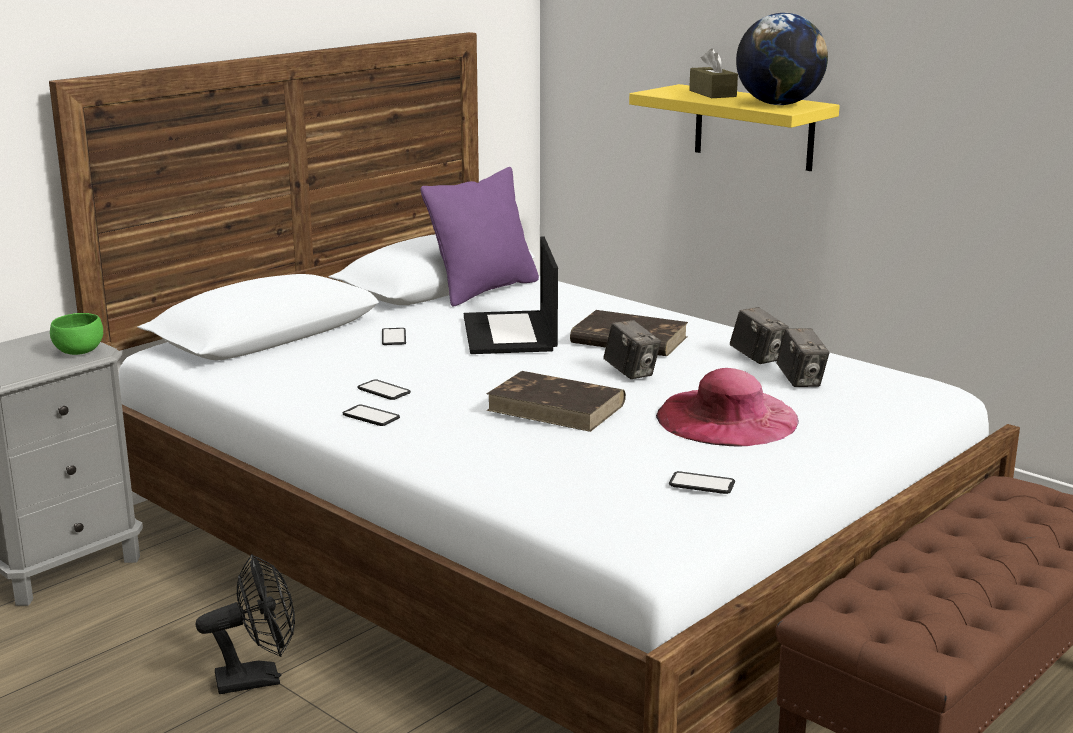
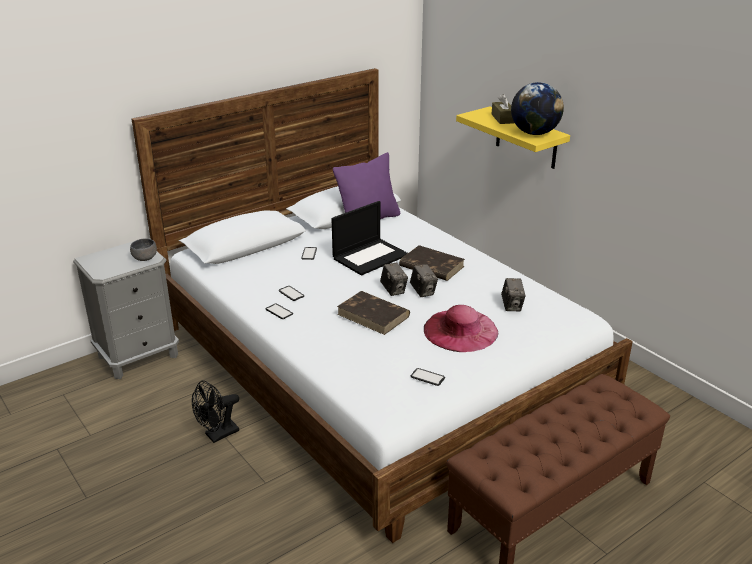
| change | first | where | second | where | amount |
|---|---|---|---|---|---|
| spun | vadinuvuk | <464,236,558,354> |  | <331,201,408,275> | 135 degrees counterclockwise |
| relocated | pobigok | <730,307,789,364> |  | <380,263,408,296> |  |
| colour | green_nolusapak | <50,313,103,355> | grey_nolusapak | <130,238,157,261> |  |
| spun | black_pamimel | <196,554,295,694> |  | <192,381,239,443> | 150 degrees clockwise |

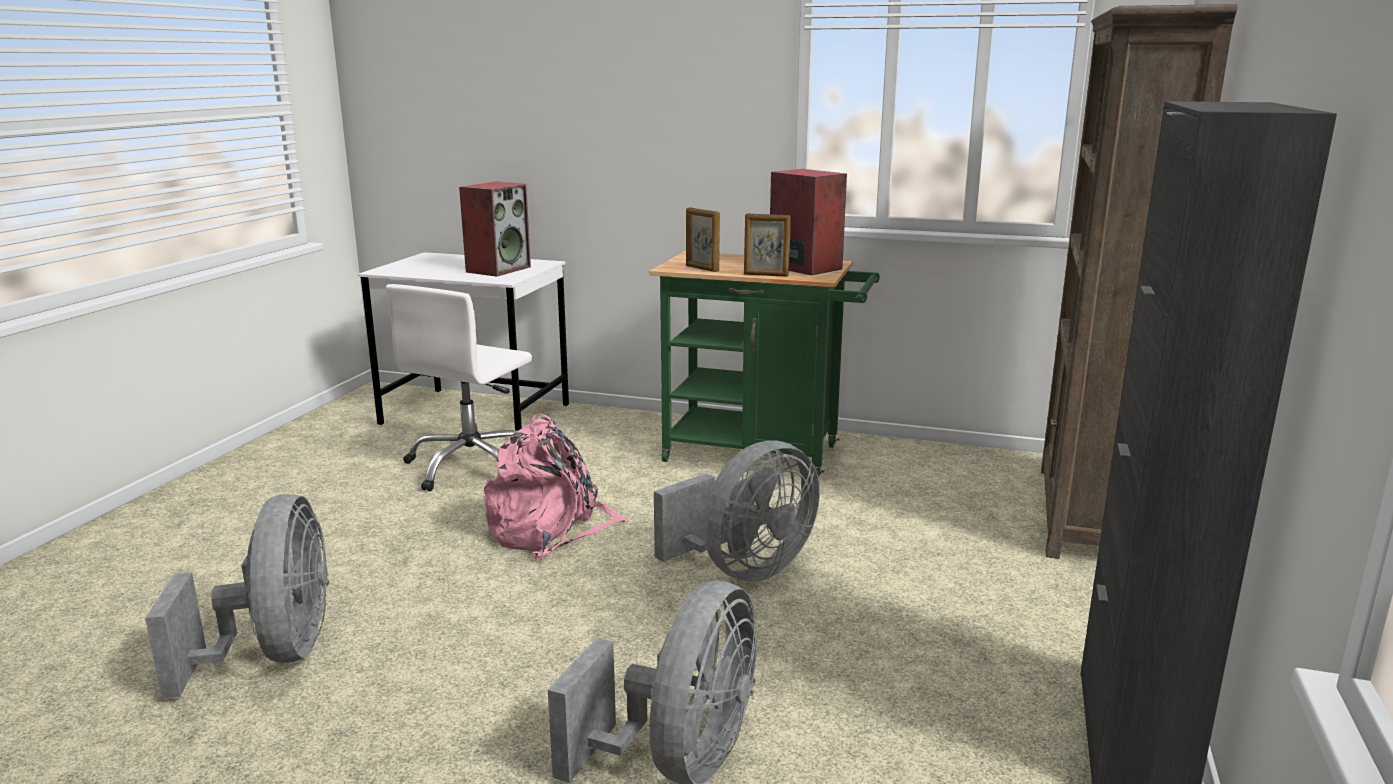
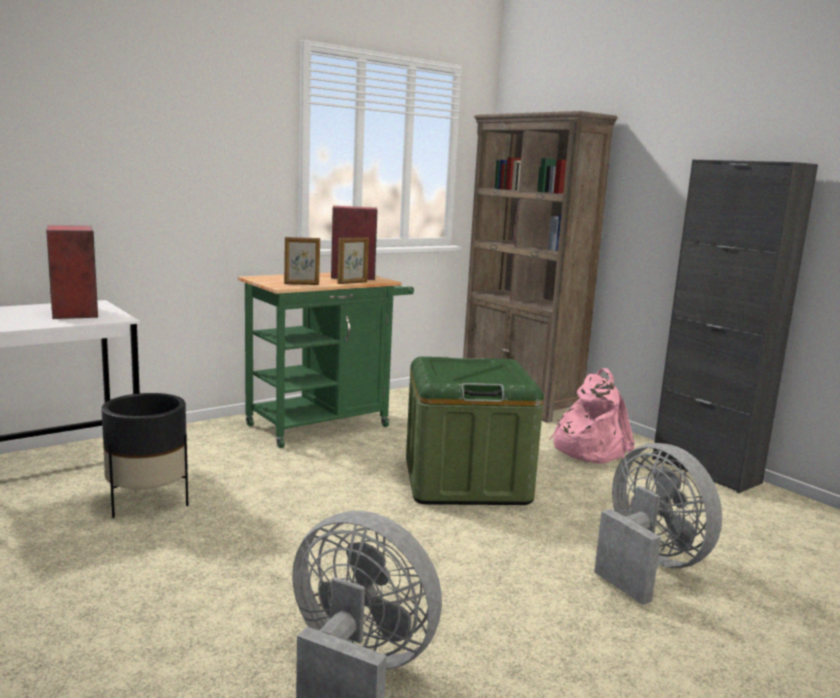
| change | first | where | second | where | amount |
|---|---|---|---|---|---|
| exchanged | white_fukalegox | <386,284,532,491> | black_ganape | <101,393,188,518> |  |
| relocated | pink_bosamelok | <484,413,628,560> |  | <549,368,635,464> |  |
| exchanged | grey_pamimel | <654,441,820,582> | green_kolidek | <406,357,544,505> |  |

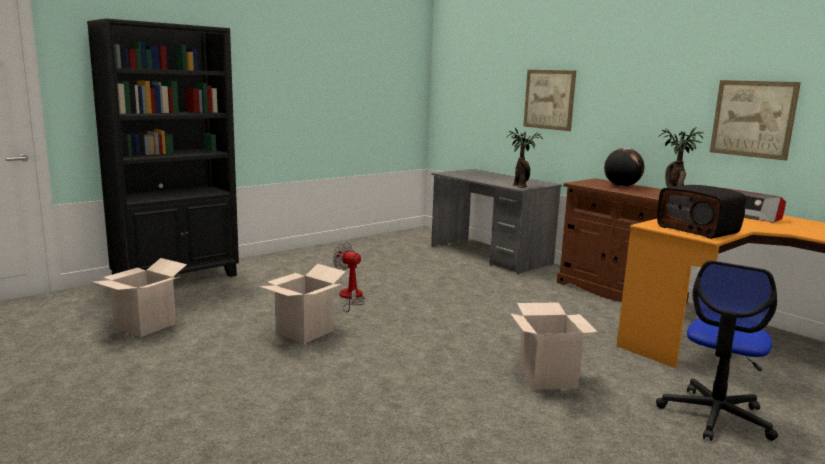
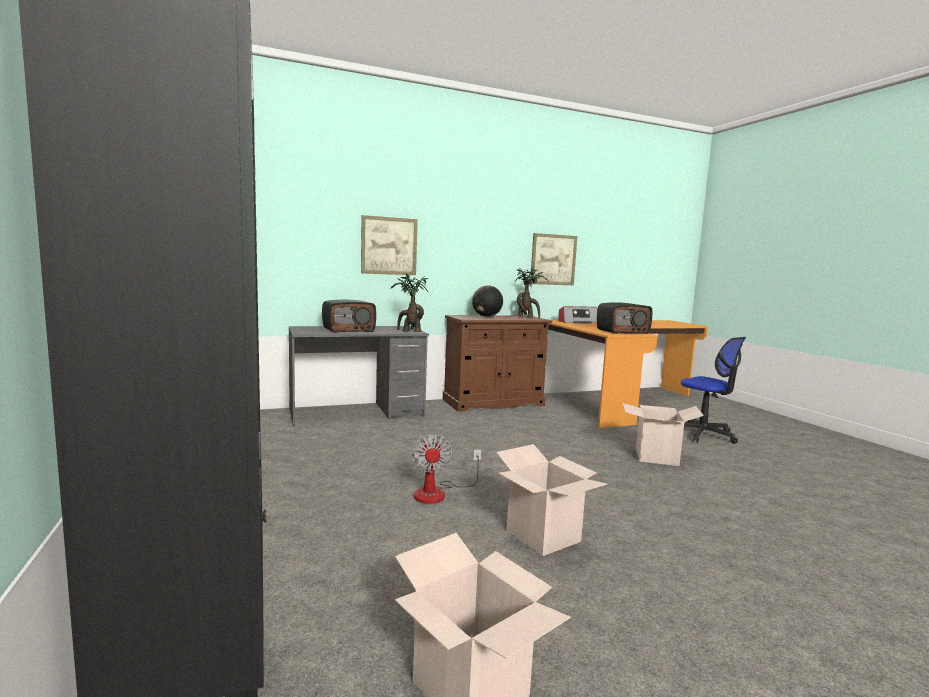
| change | first | where | second | where | amount |
|---|---|---|---|---|---|
| spun | pamimel | <333,242,365,312> |  | <412,434,481,504> | 60 degrees counterclockwise |
| appeared |  |  | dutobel | <322,300,376,333> |  |

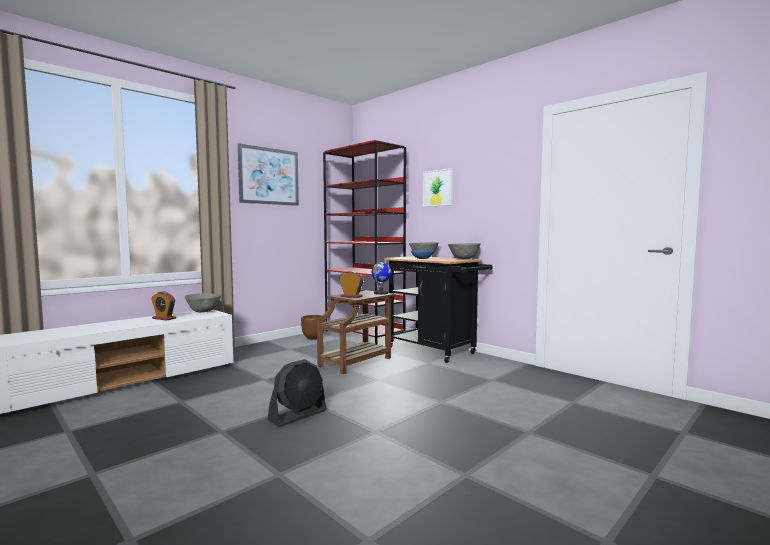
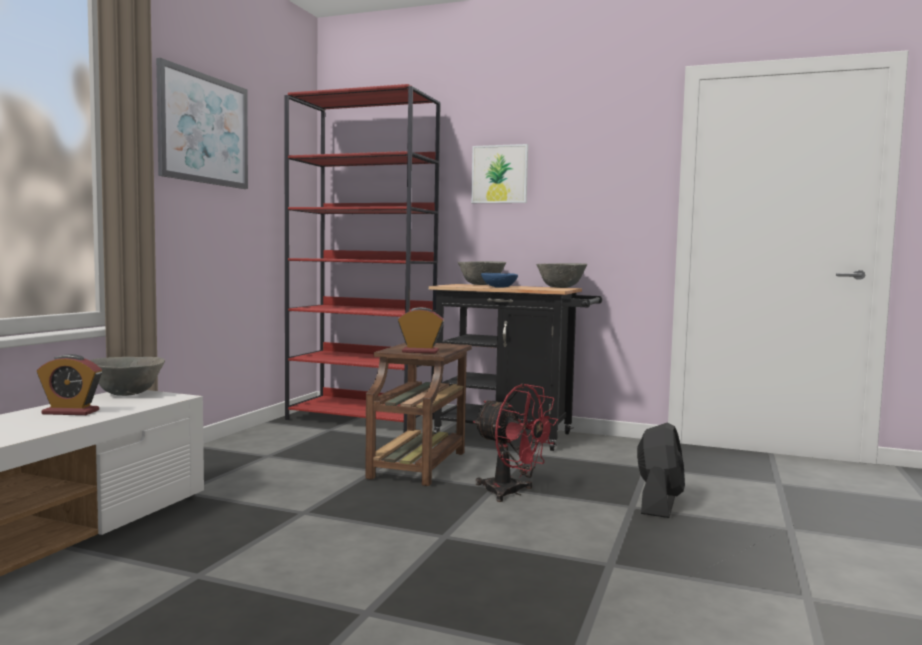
| change | first | where | second | where | amount |
|---|---|---|---|---|---|
| missing | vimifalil | <372,260,391,295> |  |  |  |
| missing | brown_ganape | <301,315,325,340> |  |  |  |
| relocated | black_pamimel | <268,359,327,427> |  | <637,423,685,518> |  |
| appeared |  |  | red_pamimel | <473,384,558,502> |  |

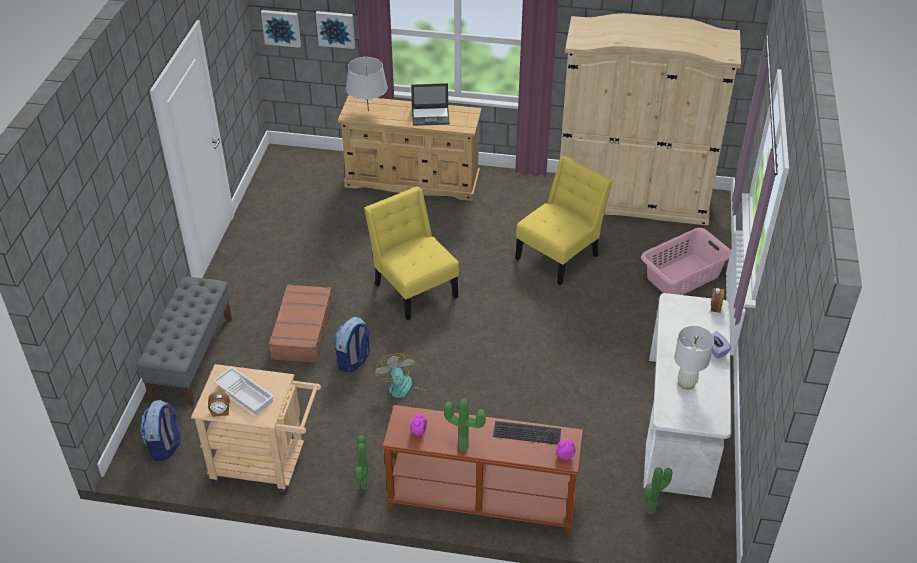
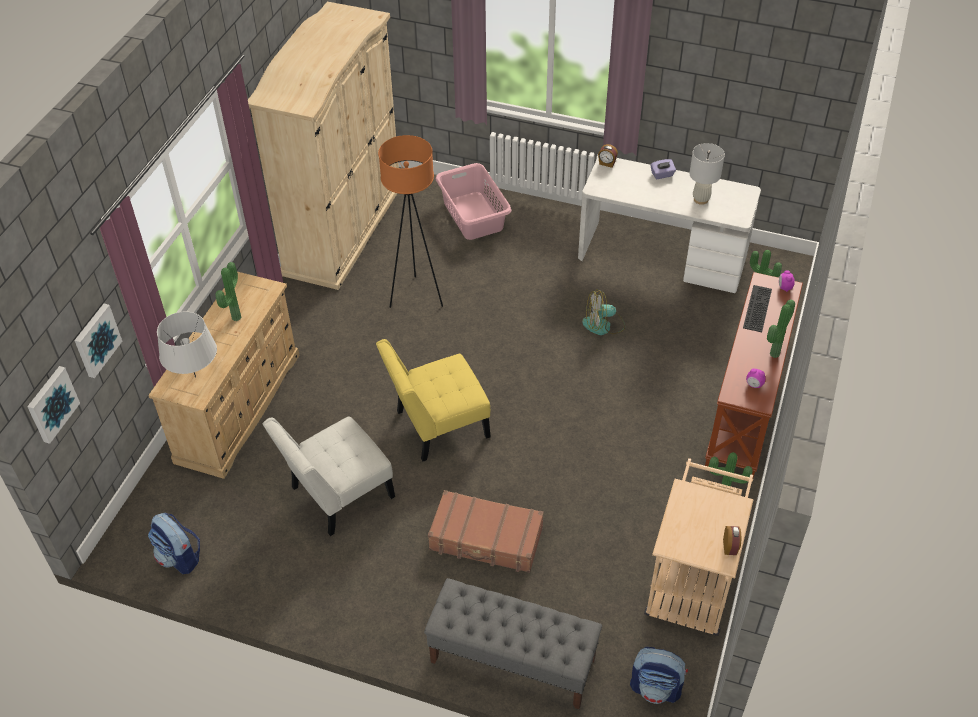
| change | first | where | second | where | amount |
|---|---|---|---|---|---|
| exchanged | vadinuvuk | <411,83,450,126> | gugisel | <215,262,241,321> |  |
| exchanged | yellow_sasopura | <515,156,613,285> | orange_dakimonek | <378,135,443,308> |  |
| relocated | bosamelok | <334,317,370,373> |  | <148,513,200,574> |  |
| relocated | pamimel | <375,353,428,407> |  | <582,289,625,335> |  |
| missing | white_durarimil | <213,366,274,415> |  |  |  |
| appeared |  |  | white_sasopura | <263,416,395,536> |  |

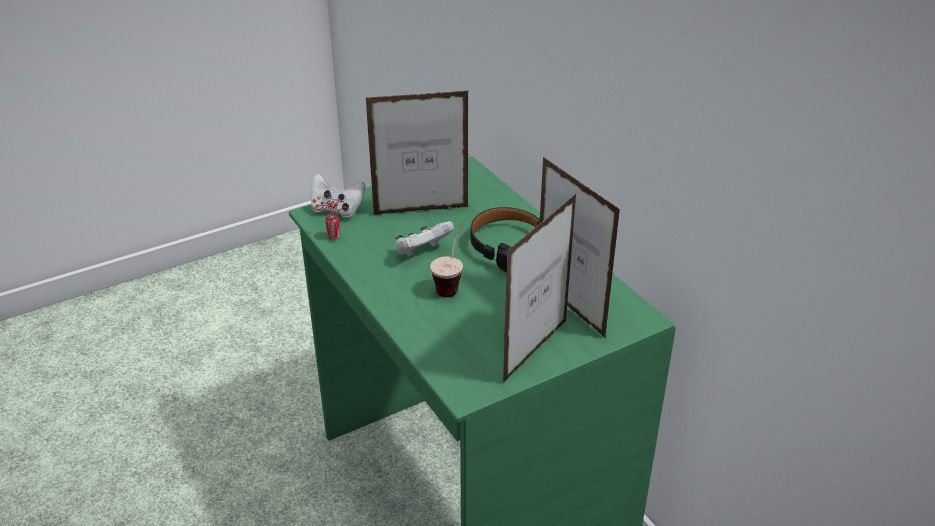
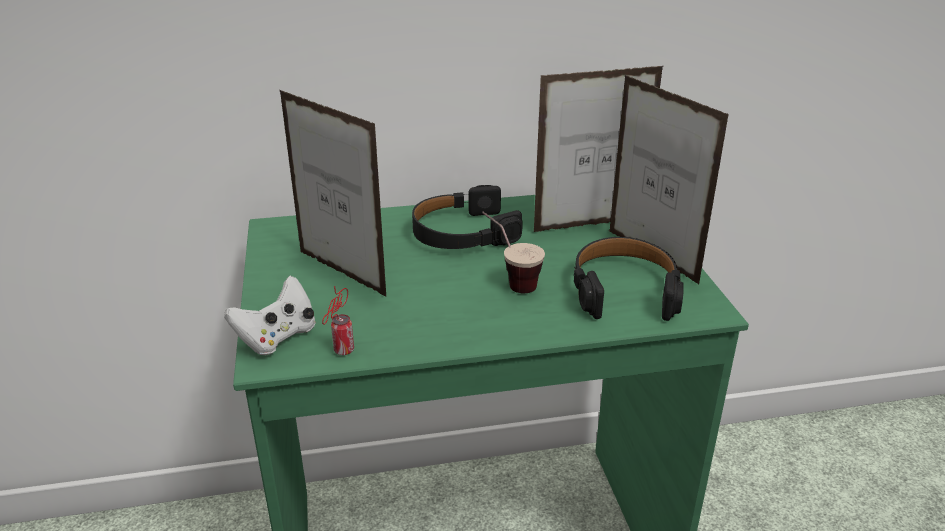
| change | first | where | second | where | amount |
|---|---|---|---|---|---|
| spun | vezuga | <366,90,469,215> |  | <280,90,386,296> | 60 degrees counterclockwise |
| missing | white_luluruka | <395,221,454,257> |  |  |  |
| appeared |  |  | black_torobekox | <574,237,684,321> |  |

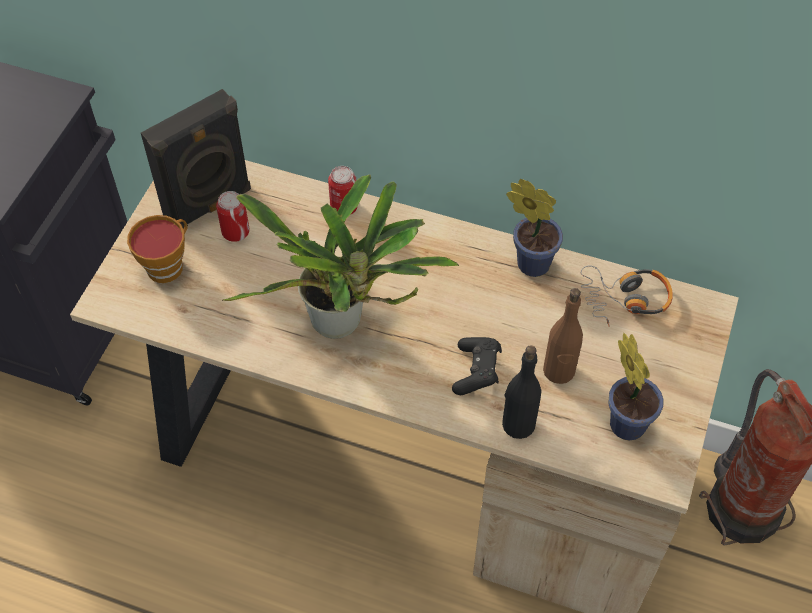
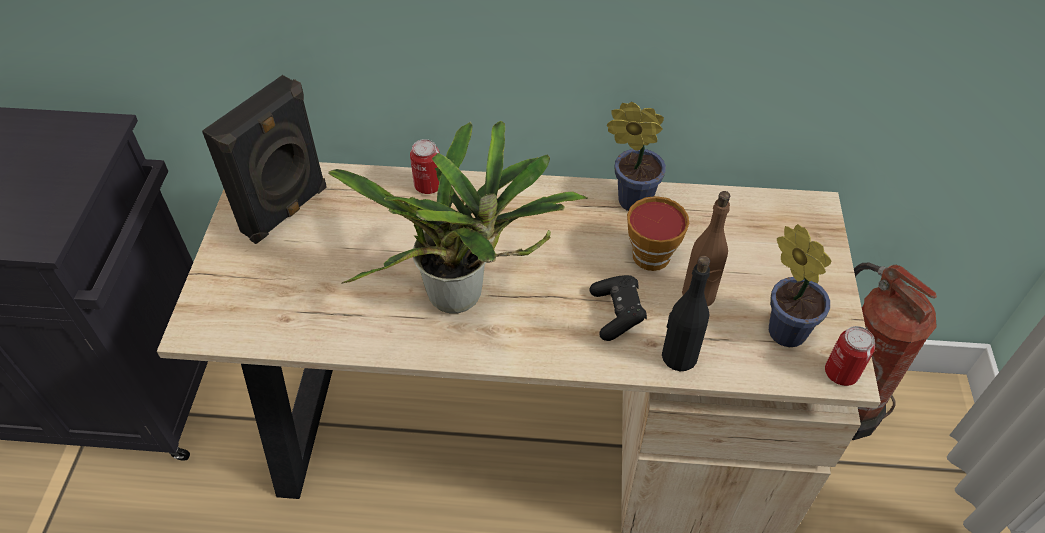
| change | first | where | second | where | amount |
|---|---|---|---|---|---|
| relocated | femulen | <216,191,250,242> |  | <825,326,875,386> |  |
| relocated | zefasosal | <127,215,188,283> |  | <627,196,689,271> |  |
| missing | torobekox | <581,265,673,327> |  |  |  |

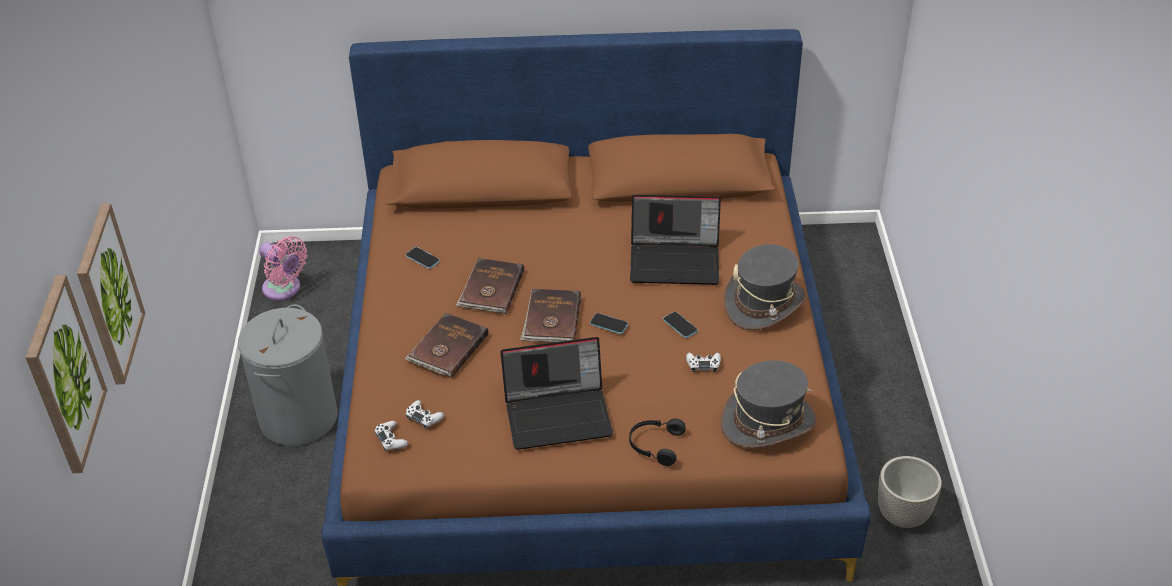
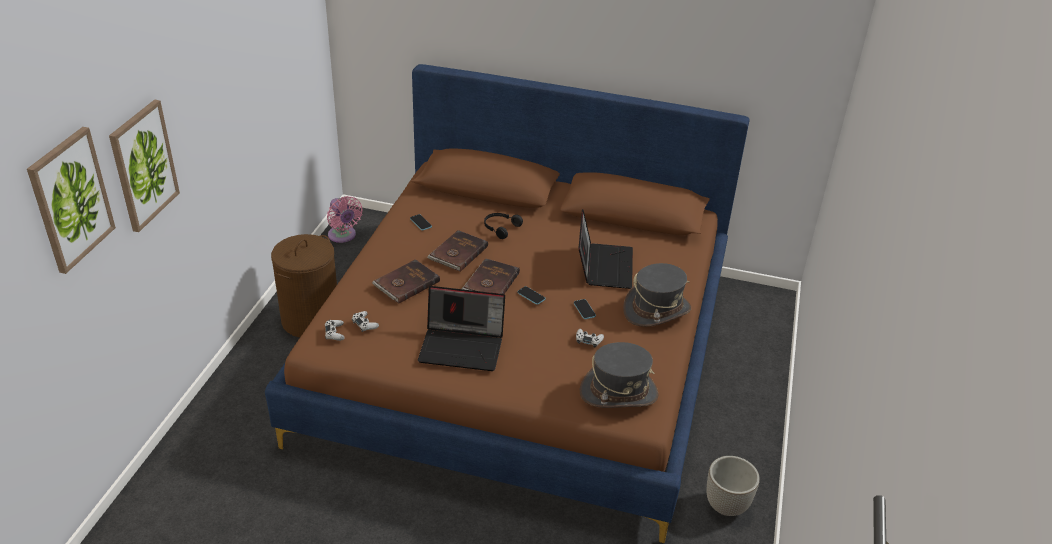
| change | first | where | second | where | amount |
|---|---|---|---|---|---|
| spun | vadinuvuk | <630,195,721,285> |  | <578,209,633,289> | 105 degrees counterclockwise |
| colour | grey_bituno | <238,304,338,446> | brown_bituno | <271,234,337,338> |  |
| relocated | black_torobekox | <629,418,686,466> |  | <484,213,523,239> |  |

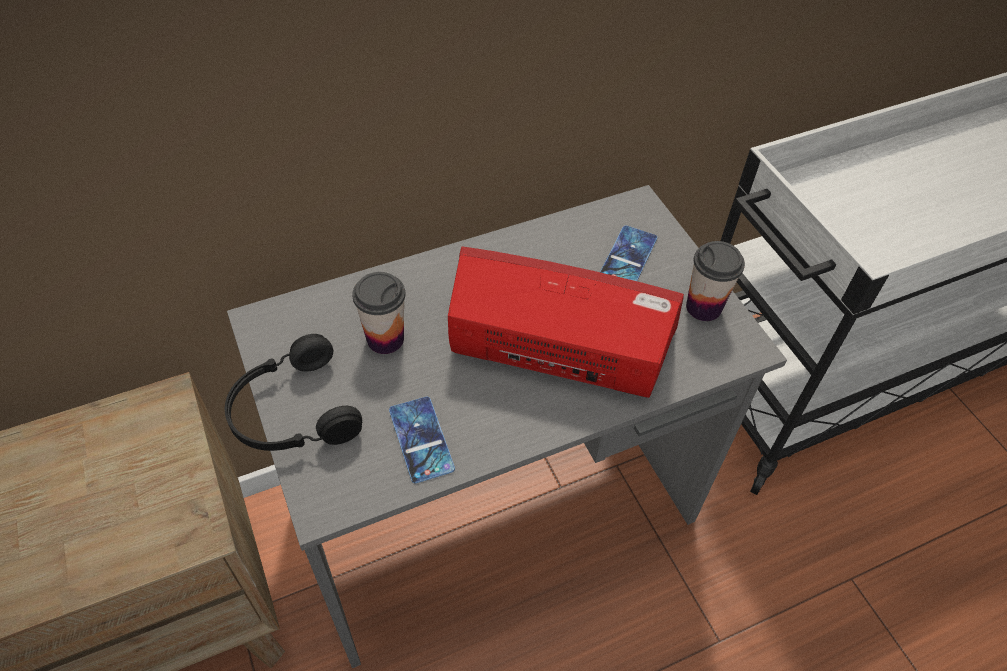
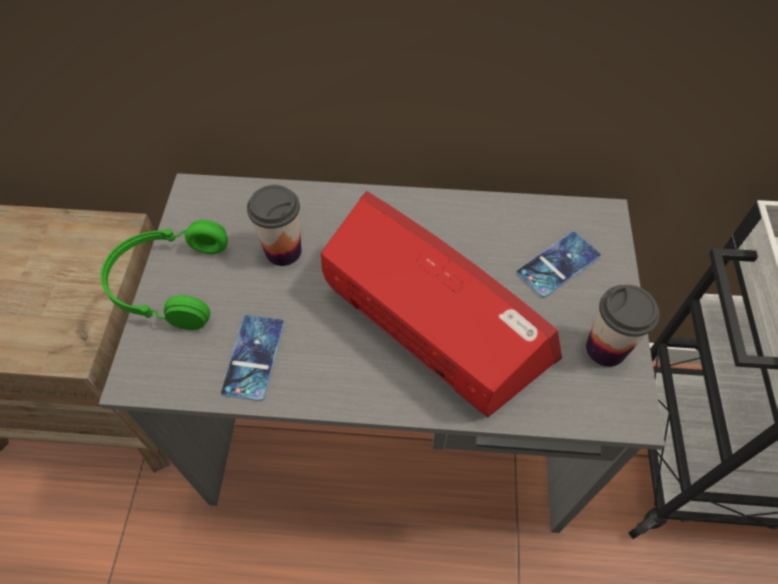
| change | first | where | second | where | amount |
|---|---|---|---|---|---|
| colour | black_torobekox | <225,334,362,451> | green_torobekox | <101,220,228,330> |  |

